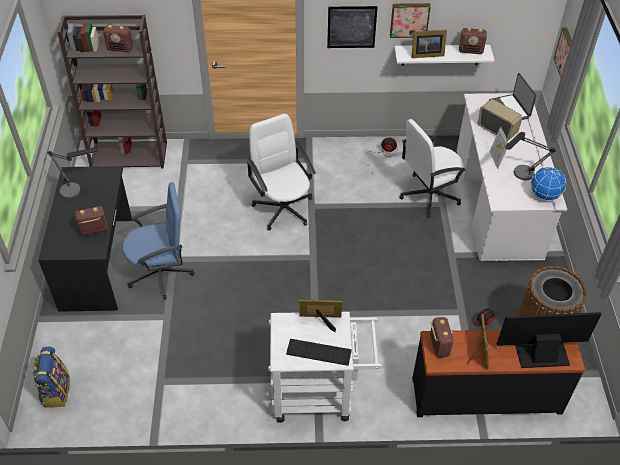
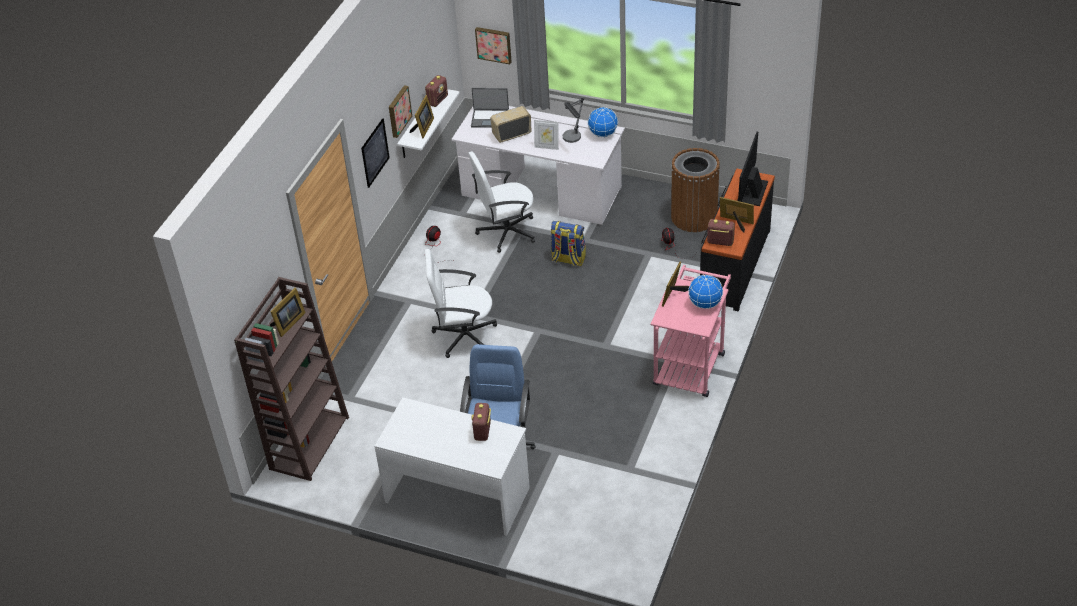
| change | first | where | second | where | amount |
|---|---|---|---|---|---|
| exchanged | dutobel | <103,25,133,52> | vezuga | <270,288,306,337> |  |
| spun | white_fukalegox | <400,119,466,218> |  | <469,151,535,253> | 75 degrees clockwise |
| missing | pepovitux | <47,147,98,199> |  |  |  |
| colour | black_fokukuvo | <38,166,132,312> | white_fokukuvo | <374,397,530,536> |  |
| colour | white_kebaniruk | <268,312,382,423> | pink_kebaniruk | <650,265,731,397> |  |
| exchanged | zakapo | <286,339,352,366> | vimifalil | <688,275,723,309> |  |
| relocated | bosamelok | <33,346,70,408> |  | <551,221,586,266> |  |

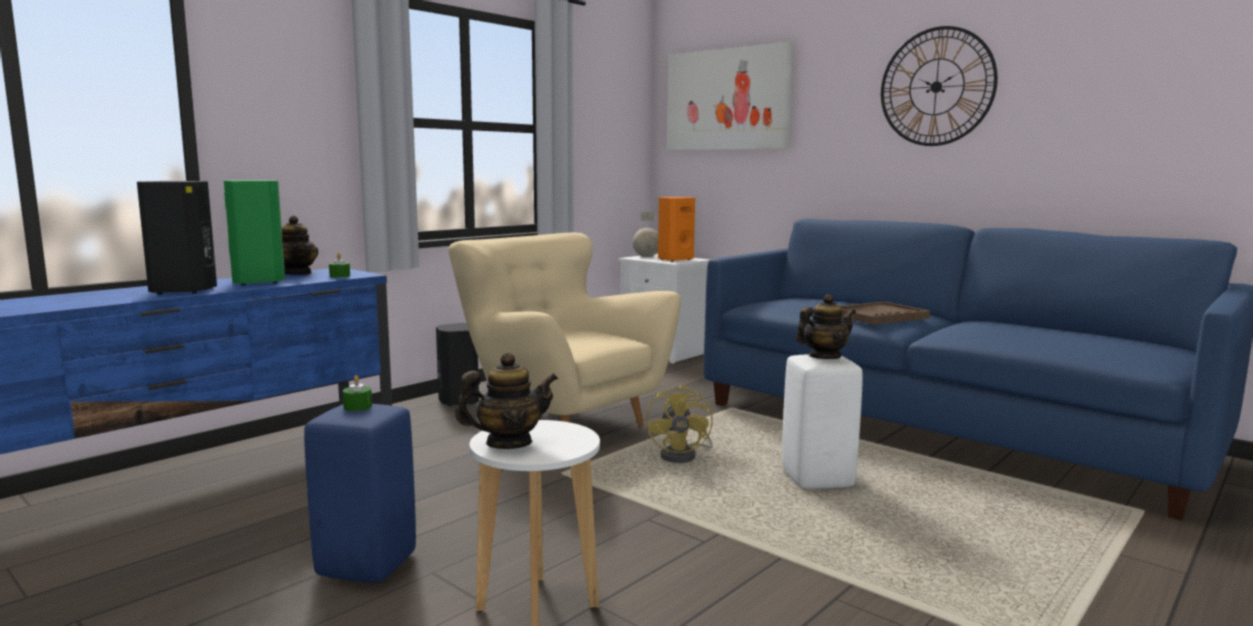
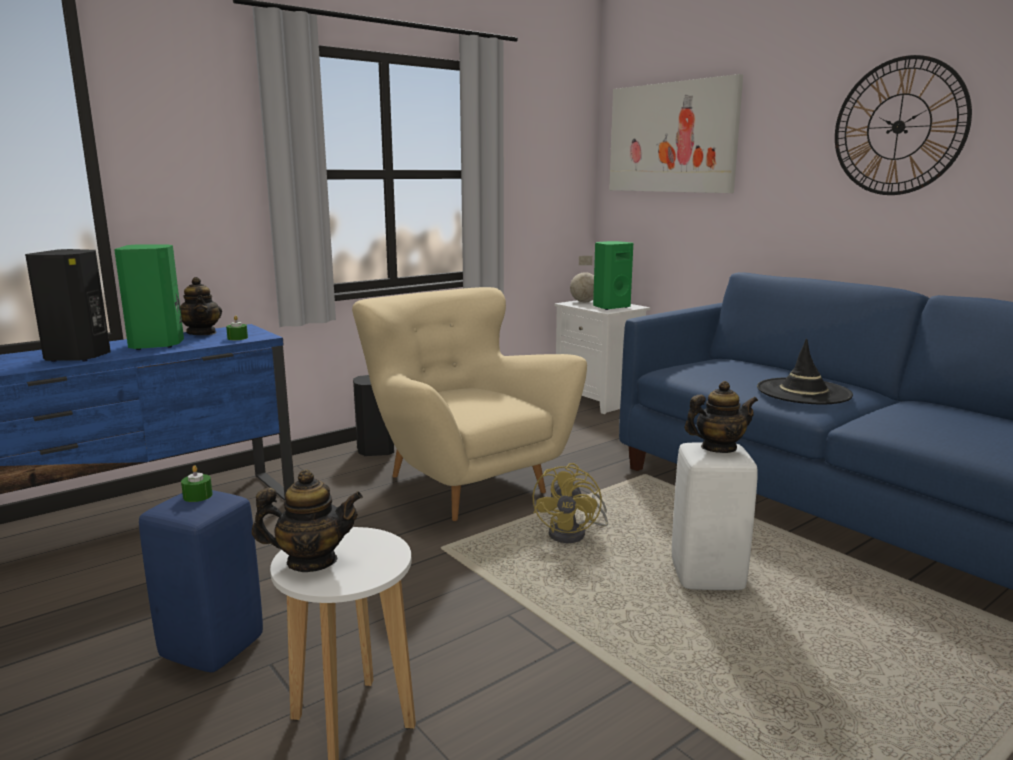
| change | first | where | second | where | amount |
|---|---|---|---|---|---|
| colour | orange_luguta | <658,197,695,262> | green_luguta | <593,241,633,310> |  |
| exchanged | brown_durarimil | <840,302,930,325> | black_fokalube | <757,338,853,404> |  |

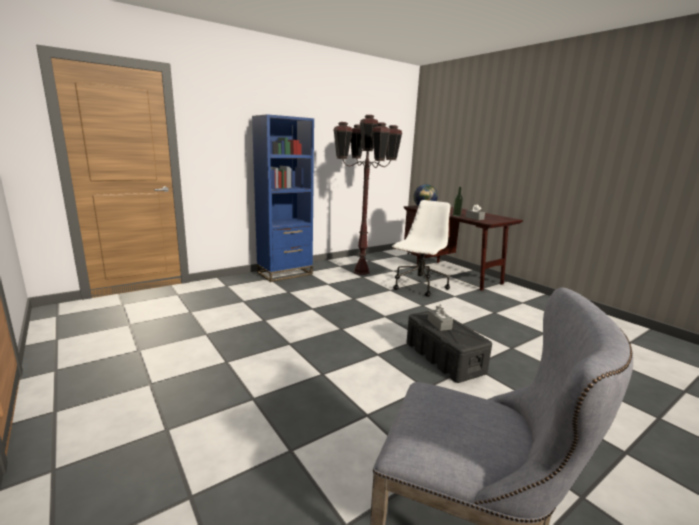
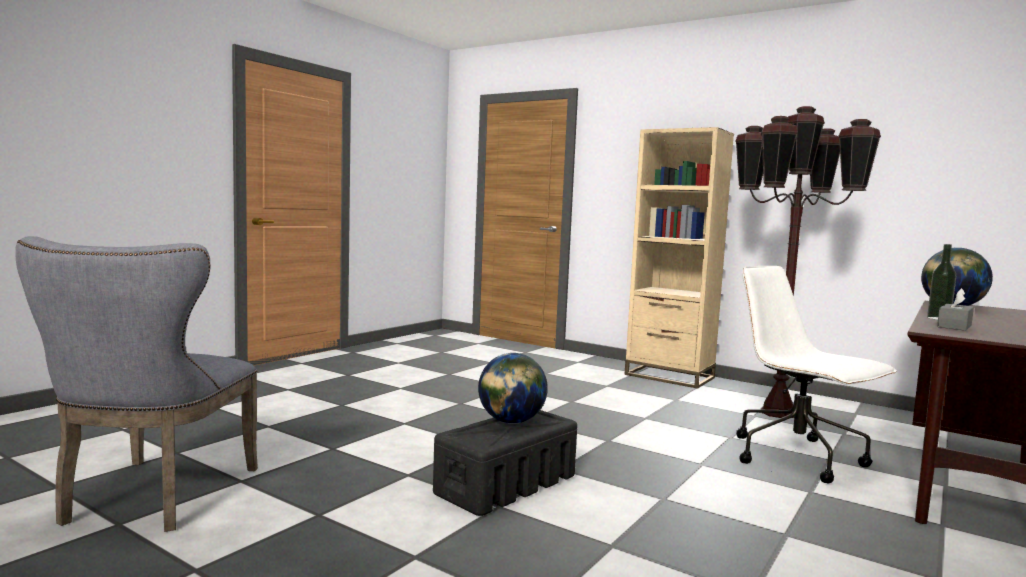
| change | first | where | second | where | amount |
|---|---|---|---|---|---|
| colour | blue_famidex | <252,114,314,282> | beige_famidex | <624,127,734,389> |  |
| spun | white_fukalegox | <392,200,451,297> |  | <736,266,896,483> | 135 degrees counterclockwise |
| exchanged | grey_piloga | <428,305,453,331> | vimifalil | <478,353,548,424> |  |

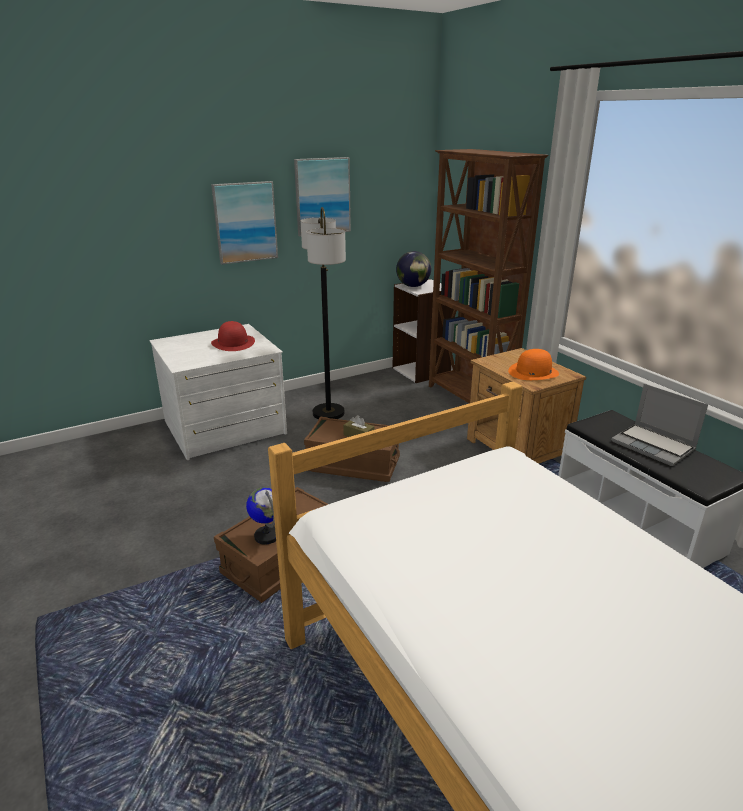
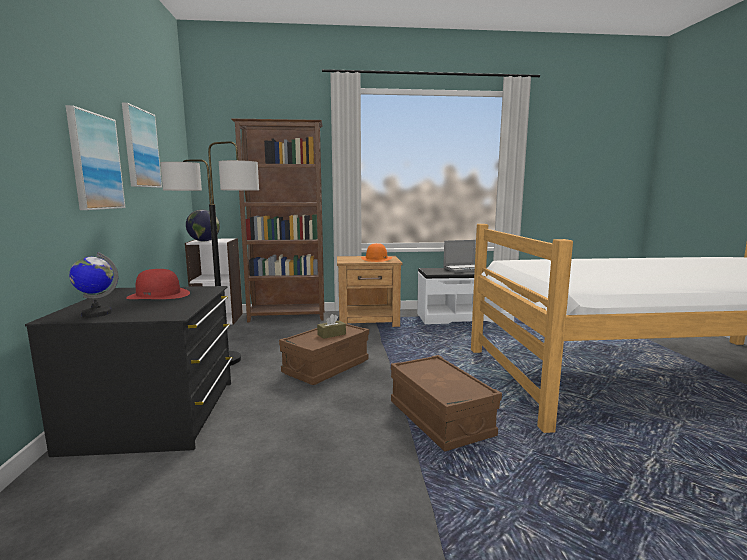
| change | first | where | second | where | amount |
|---|---|---|---|---|---|
| colour | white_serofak | <149,324,287,460> | black_serofak | <25,286,232,457> |  |
| relocated | vimifalil | <246,487,276,545> |  | <69,252,118,318> |  |

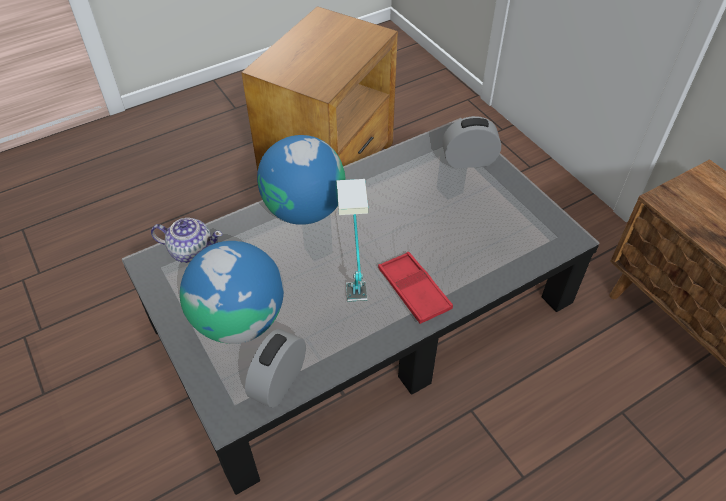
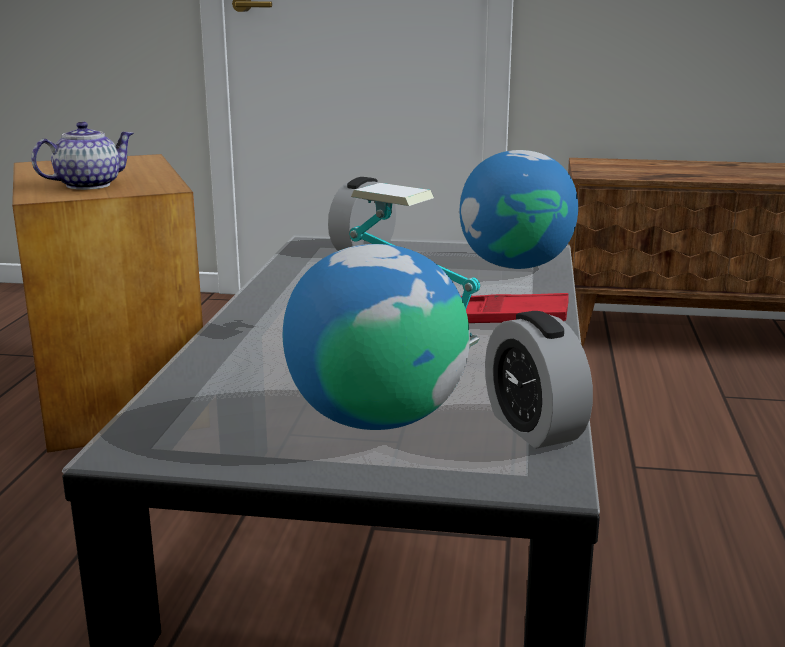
| change | first | where | second | where | amount |
|---|---|---|---|---|---|
| relocated | vimifalil | <257,135,346,225> |  | <460,150,578,269> |  |
| relocated | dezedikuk | <151,218,223,263> |  | <31,122,134,190> |  |

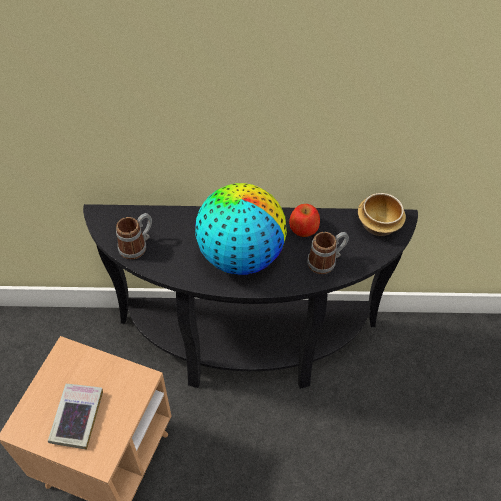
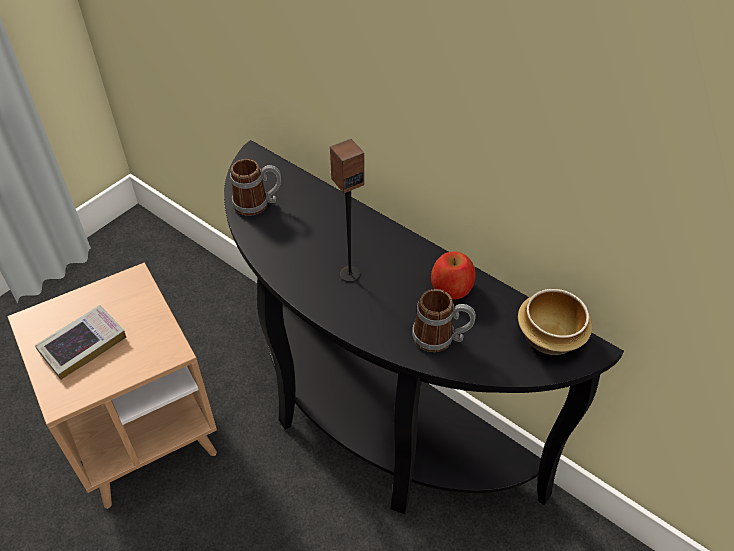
| change | first | where | second | where | amount |
|---|---|---|---|---|---|
| exchanged | vimifalil | <195,183,287,275> | luguta | <330,139,364,282> |  |

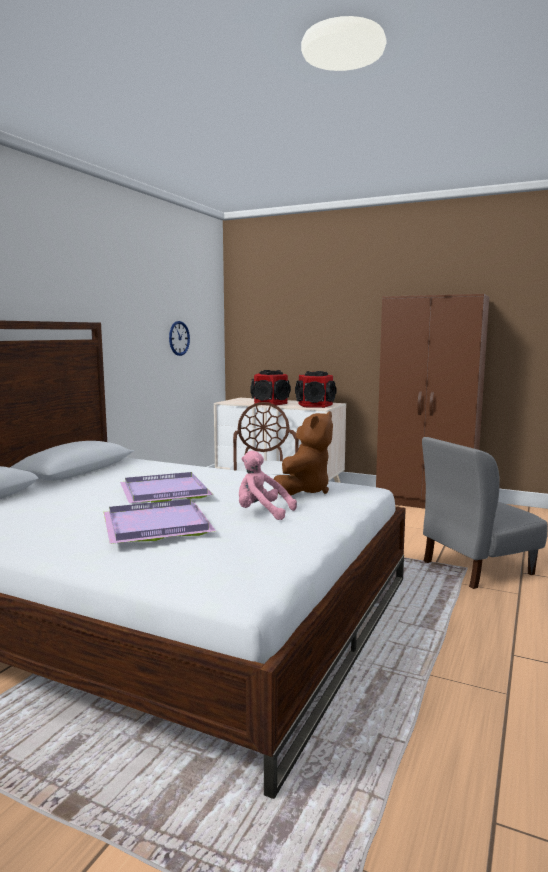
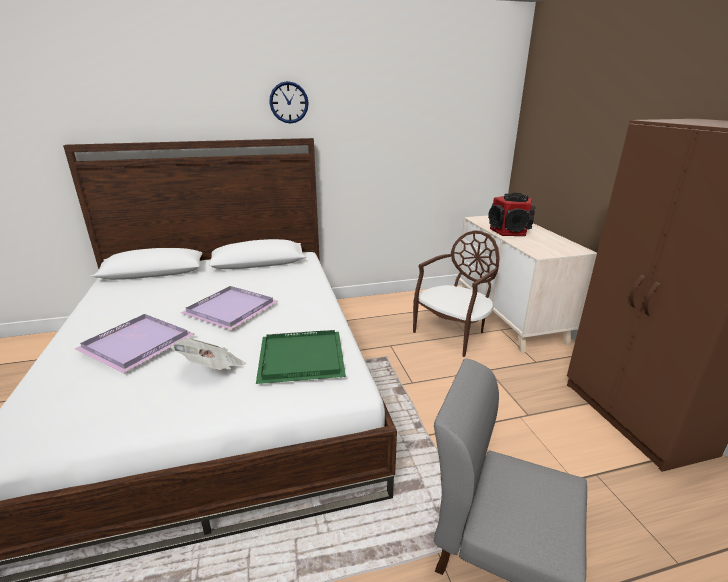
| change | first | where | second | where | amount |
|---|---|---|---|---|---|
| relocated | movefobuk | <169,321,190,356> |  | <269,81,309,124> |  |
| missing | luguta | <295,371,337,408> |  |  |  |
| exchanged | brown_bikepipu | <273,411,333,496> | green_durarimil | <256,330,346,384> |  |
| exchanged | pink_bikepipu | <239,450,297,520> | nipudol | <170,338,246,370> |  |

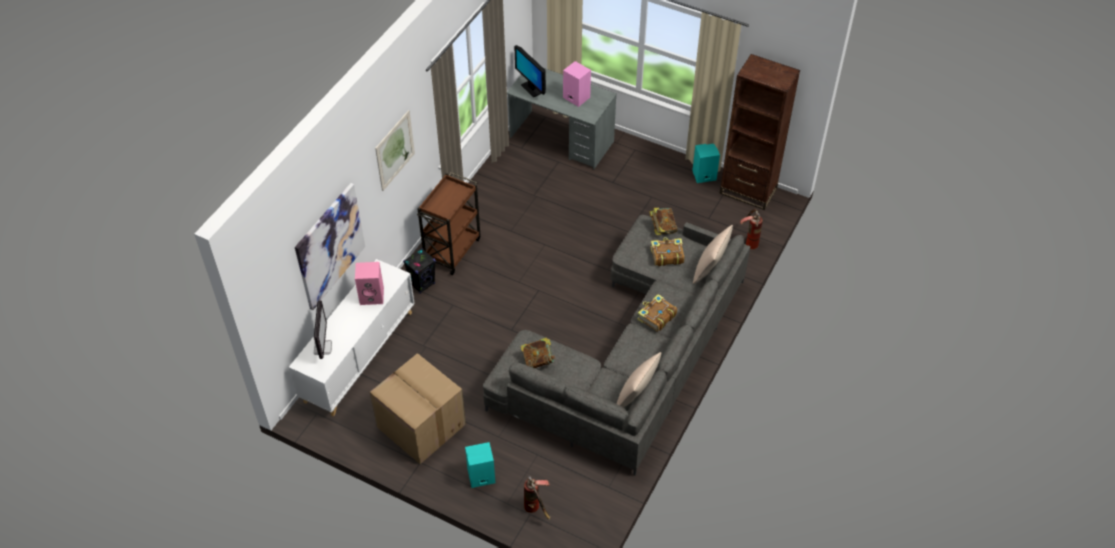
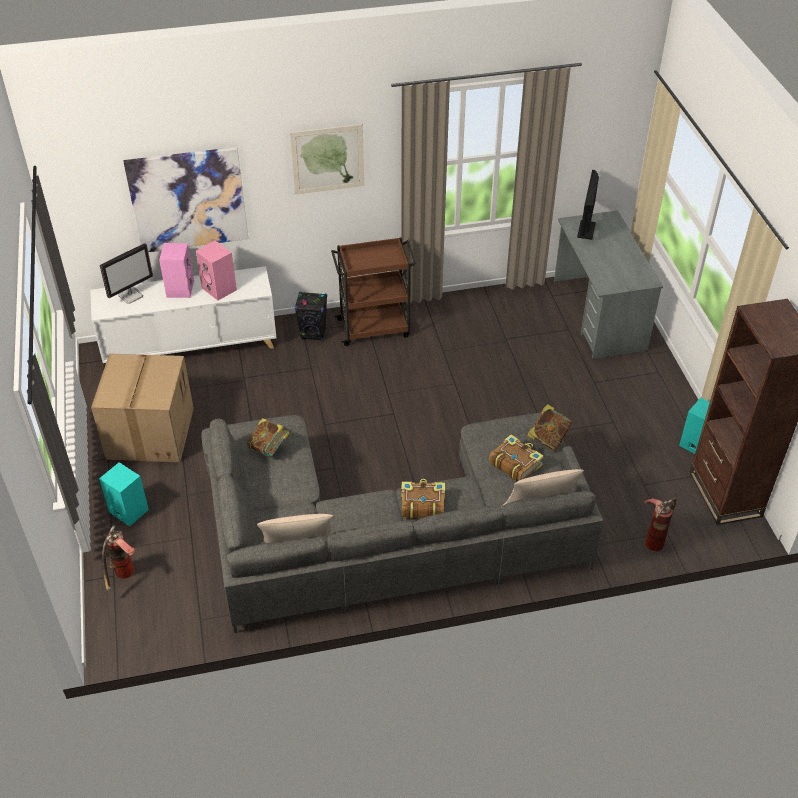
| change | first | where | second | where | amount |
|---|---|---|---|---|---|
| relocated | pink_luguta | <563,61,591,107> |  | <159,243,194,298> |  |

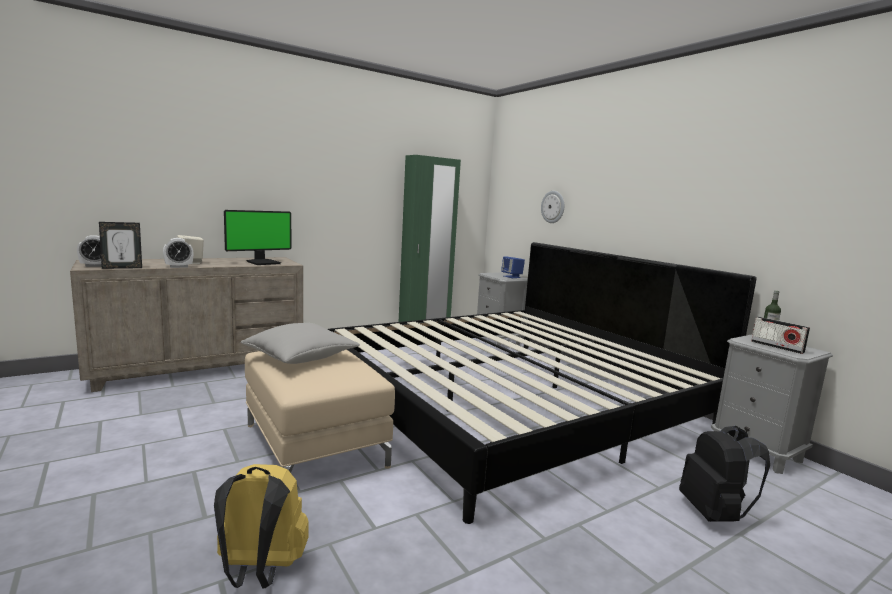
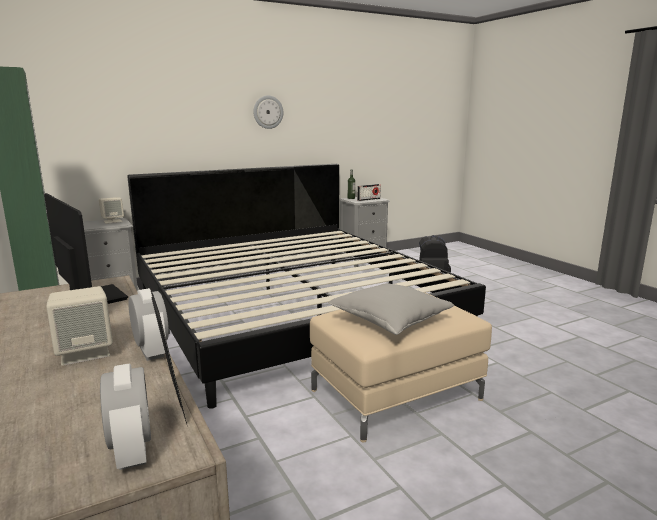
| change | first | where | second | where | amount |
|---|---|---|---|---|---|
| relocated | movefobuk | <541,191,564,223> |  | <253,95,283,129> |  |
| colour | blue_luguta | <501,256,525,278> | beige_luguta | <99,197,124,224> |  |
| missing | yellow_bosamelok | <214,464,309,589> |  |  |  |

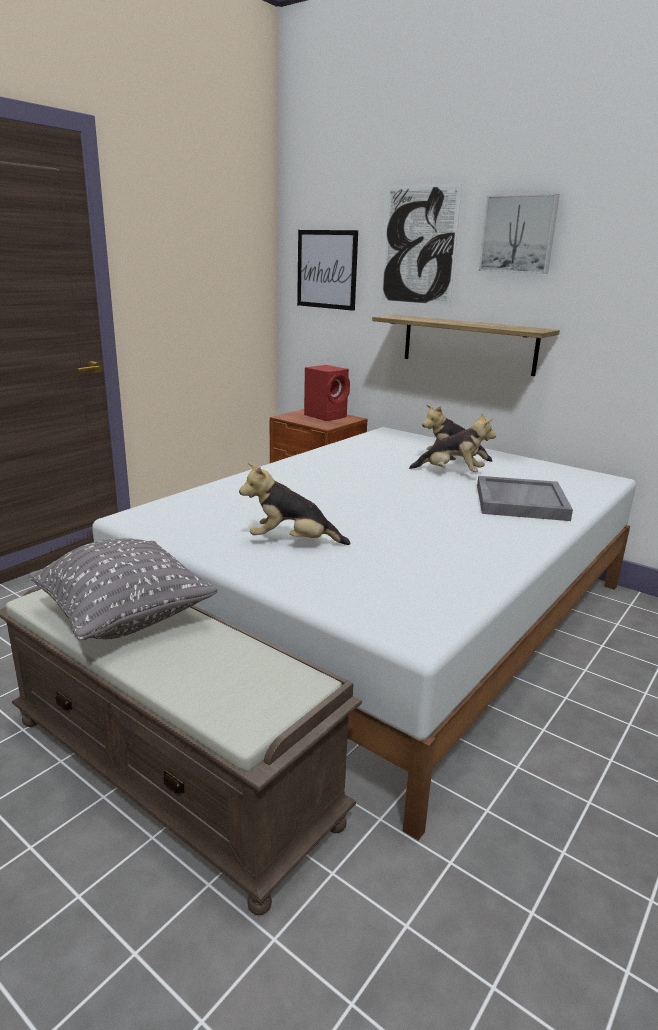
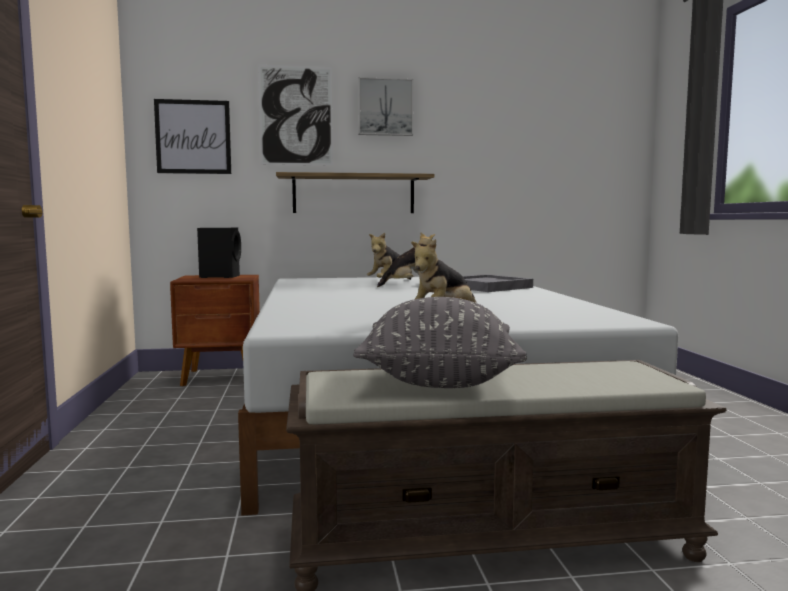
| change | first | where | second | where | amount |
|---|---|---|---|---|---|
| colour | red_luguta | <304,365,350,421> | black_luguta | <197,227,241,278> |  |

